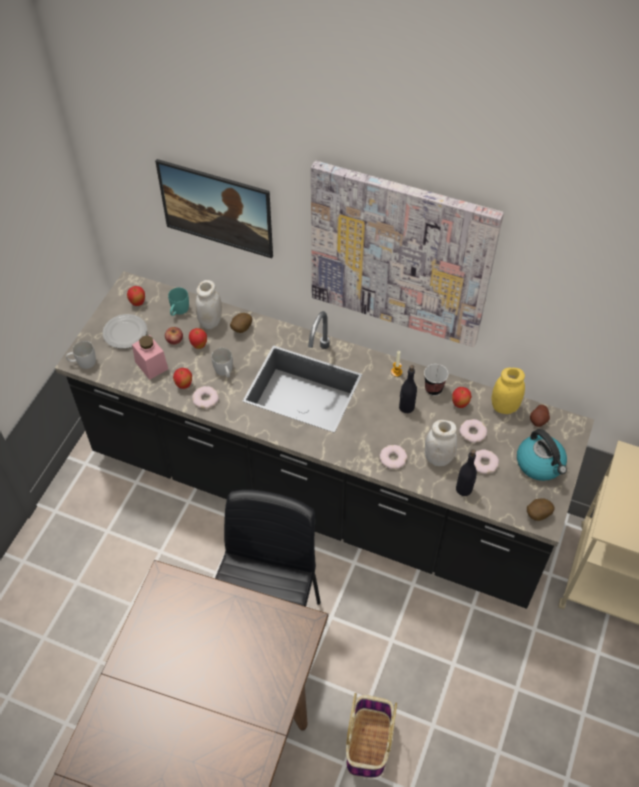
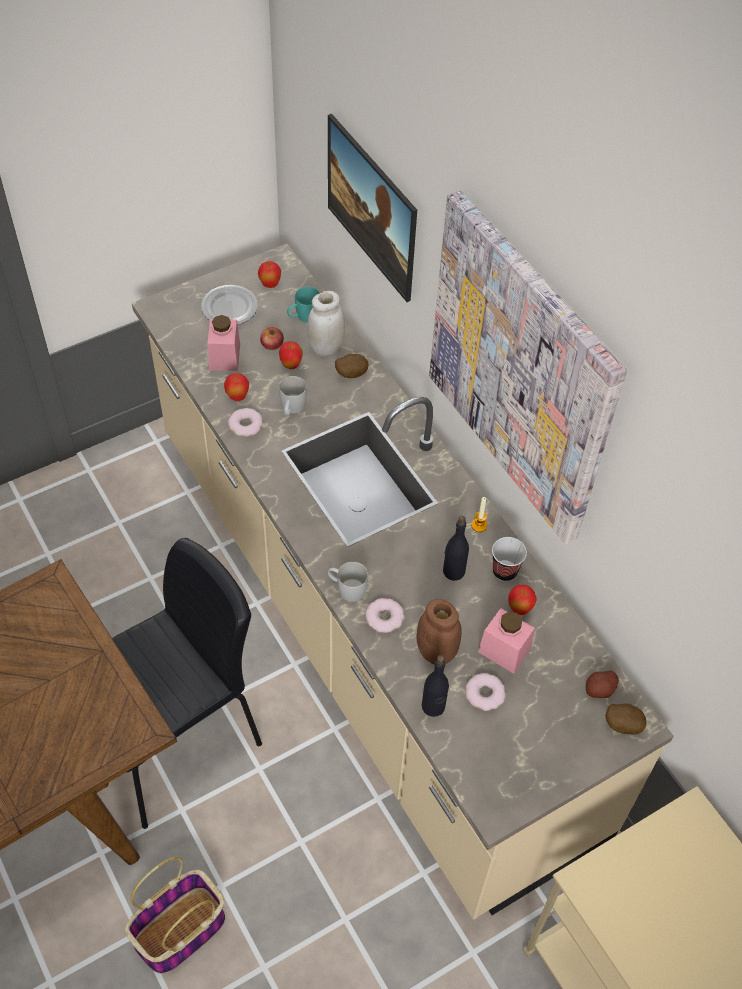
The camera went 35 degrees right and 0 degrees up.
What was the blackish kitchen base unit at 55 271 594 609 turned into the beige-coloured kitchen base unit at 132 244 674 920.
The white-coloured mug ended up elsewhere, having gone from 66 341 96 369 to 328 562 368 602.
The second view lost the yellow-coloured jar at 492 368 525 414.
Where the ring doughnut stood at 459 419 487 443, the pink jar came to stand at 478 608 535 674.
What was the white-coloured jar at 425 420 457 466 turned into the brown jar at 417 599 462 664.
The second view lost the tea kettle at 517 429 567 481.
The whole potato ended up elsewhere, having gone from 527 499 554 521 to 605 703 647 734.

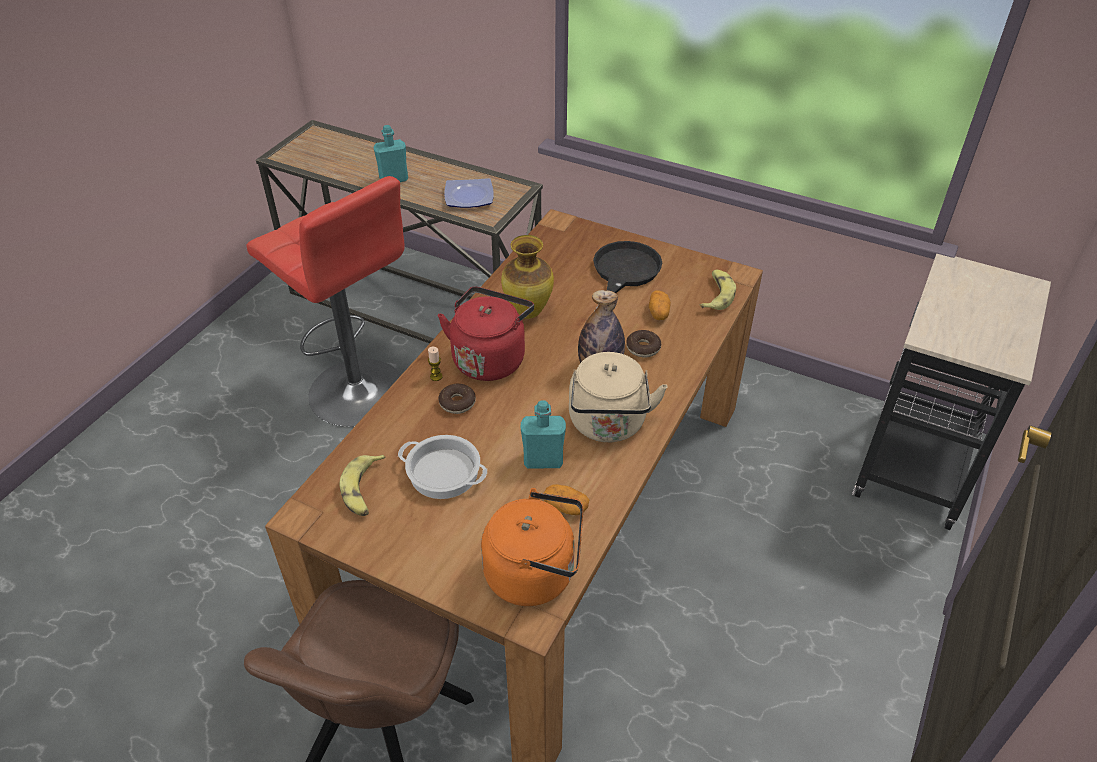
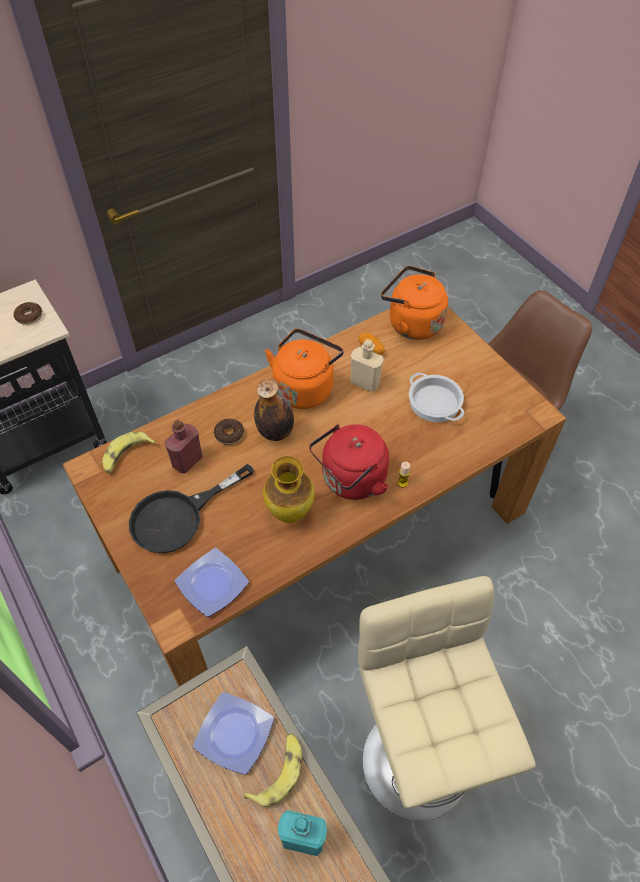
The camera went 150 degrees left and 10 degrees up.
What was the red sitting stool at 246 176 405 427 turned into the beige-coloured sitting stool at 358 576 536 821.
Where the whole potato stood at 649 291 671 320, the red beverage bottle came to stand at 165 420 203 473.
What was the beige-coloured tea kettle at 569 352 668 442 turned into the orange tea kettle at 265 329 344 409.
The ring doughnut ended up elsewhere, having gone from 438 384 476 414 to 14 302 42 325.
What was the turquoise-coloured beverage bottle at 521 400 566 469 turned into the beige-coloured beverage bottle at 351 339 383 392.
The banana ended up elsewhere, having gone from 339 455 386 516 to 244 734 302 807.
The second view gained the dinner plate at 175 548 249 617.

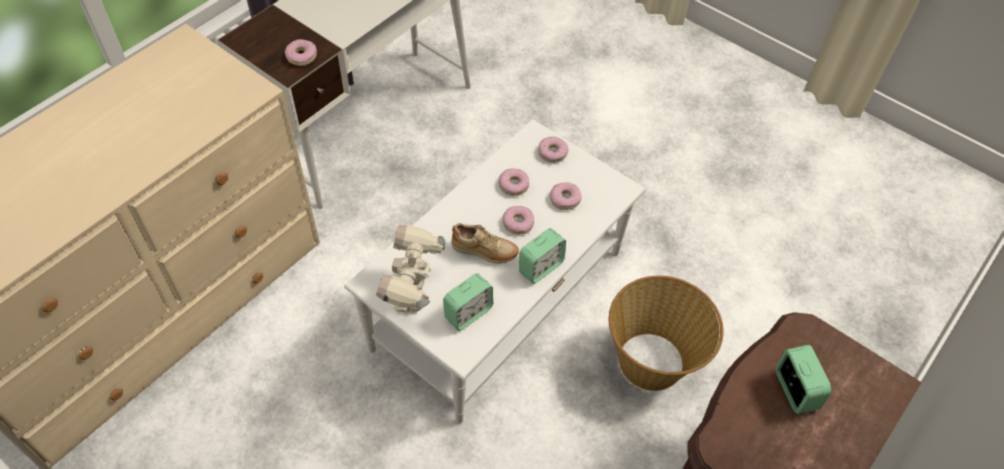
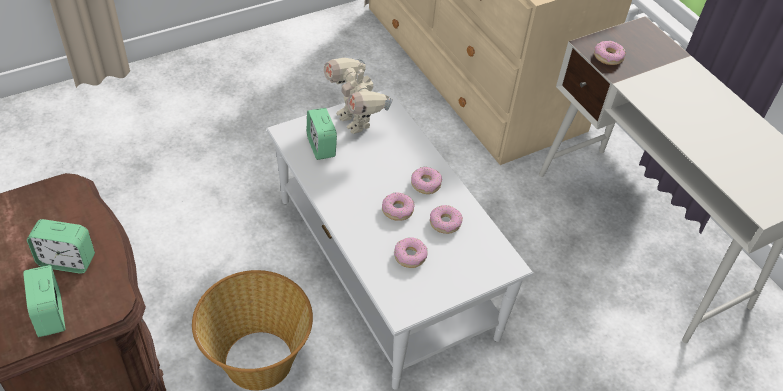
The camera went 110 degrees right and 5 degrees down.
The ring doughnut ended up elsewhere, having gone from 538 137 569 163 to 411 167 442 194.
The second view lost the beige-coloured item of footwear at 451 223 519 263.
The toy robot at 376 225 446 313 ended up facing another way, 150 degrees counterclockwise from before.
The table clock ended up elsewhere, having gone from 519 228 566 284 to 23 265 65 337.

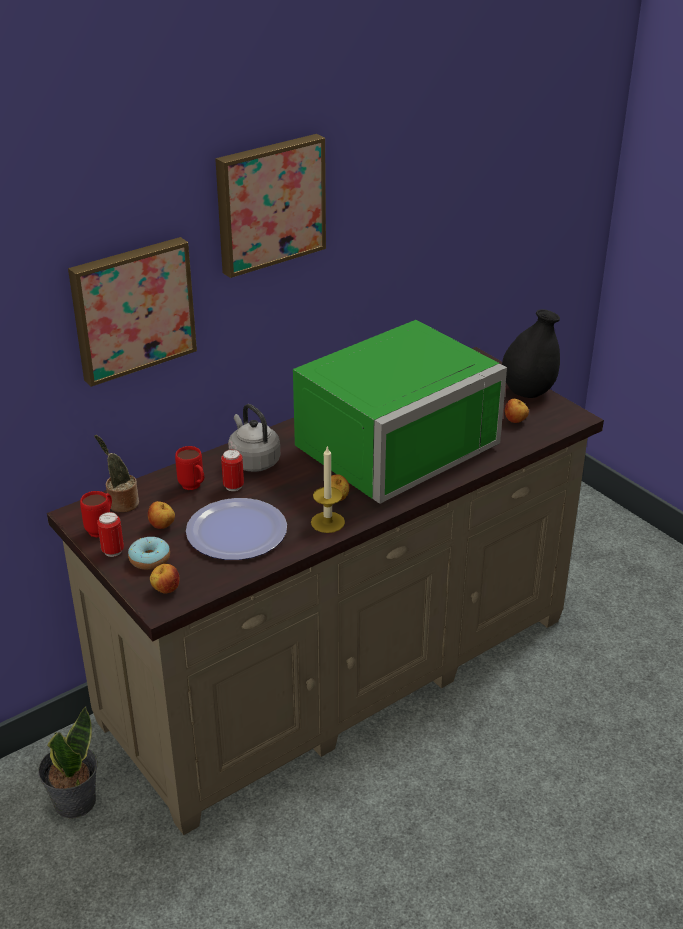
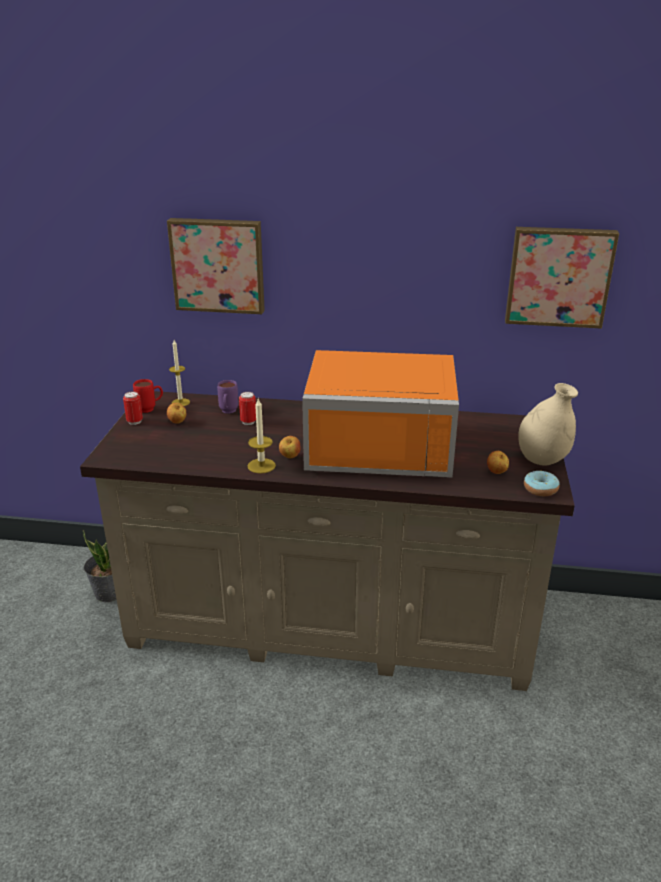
The camera went 45 degrees right and 5 degrees down.
The wall art ended up elsewhere, having gone from 215 134 326 278 to 505 227 619 329.
What was the blackish decorative vase at 502 309 560 398 turned into the beige-coloured decorative vase at 518 383 578 466.
What was the green-coloured kitchen microwave at 293 320 507 504 turned into the orange kitchen microwave at 302 350 459 478.
The second view lost the gray tea kettle at 228 404 280 472.
Where the houseplant stood at 94 435 139 513, the candle came to stand at 169 340 190 406.
What was the red mug at 175 446 204 490 turned into the purplish mug at 217 380 239 414.
The second view lost the dinner plate at 186 498 287 560.
The ring doughnut ended up elsewhere, having gone from 128 537 170 570 to 524 470 560 496.
The second view lost the whole apple at 150 564 179 594.

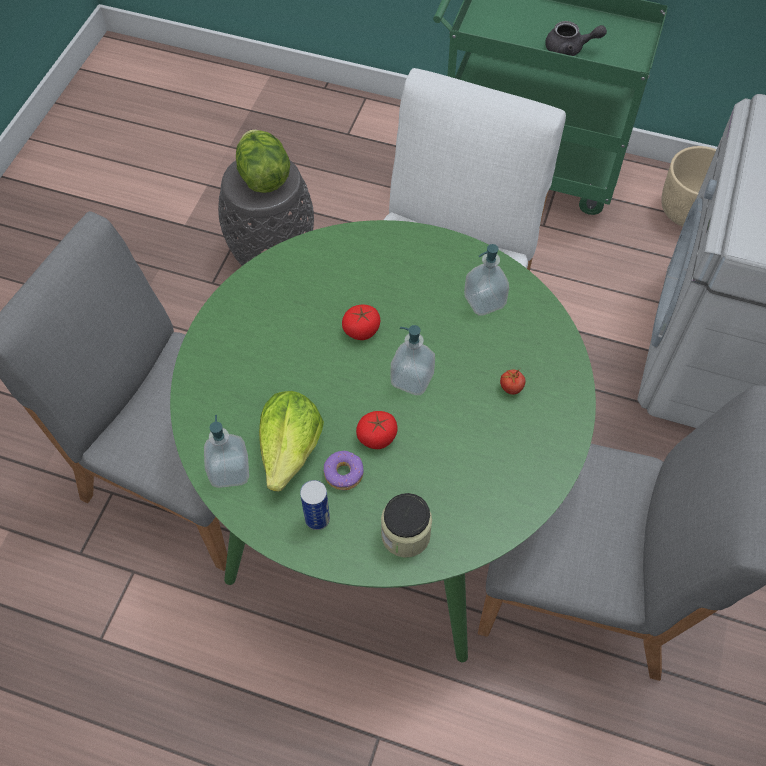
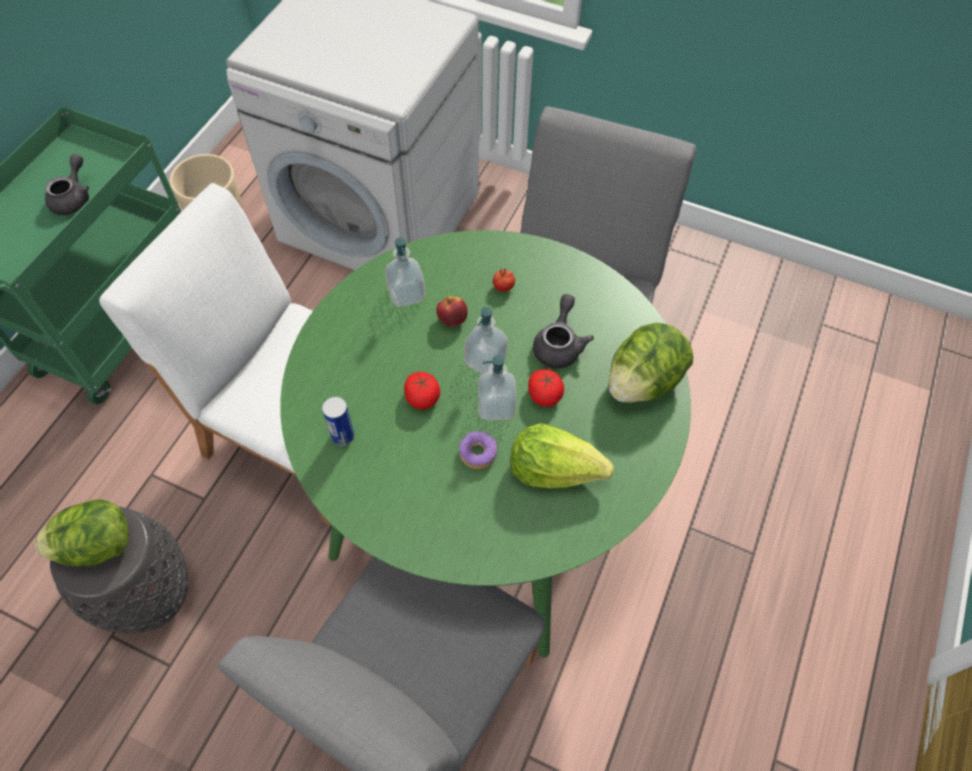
The camera went 85 degrees left and 0 degrees up.
The soap bottle ended up elsewhere, having gone from 204 415 249 488 to 478 355 517 420.
The ring doughnut ended up elsewhere, having gone from 323 451 364 490 to 459 431 497 469.
The can ended up elsewhere, having gone from 300 480 330 530 to 322 396 355 446.
Where the jar stood at 381 493 432 558, the head of lettuce came to stand at 609 323 693 403.
The second view gained the gray pot for tea at 533 294 594 368.
The second view gained the whole apple at 436 297 468 327.

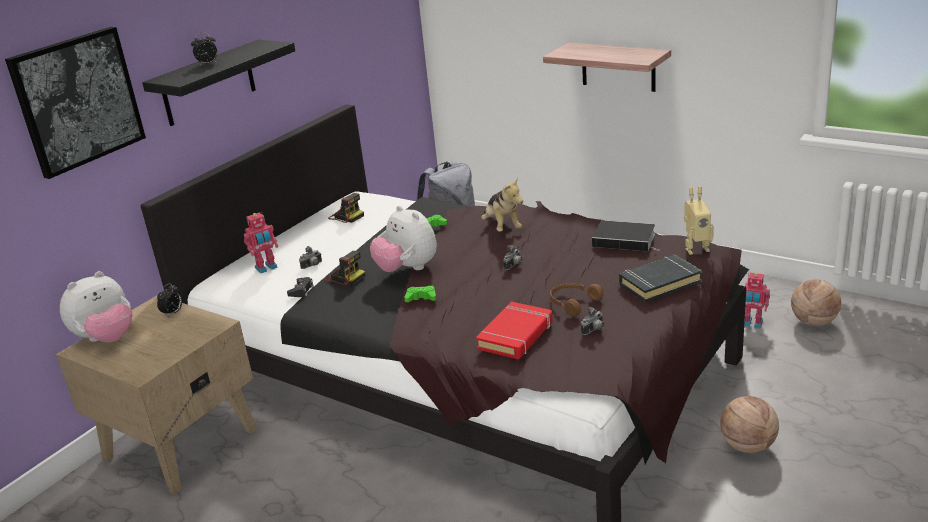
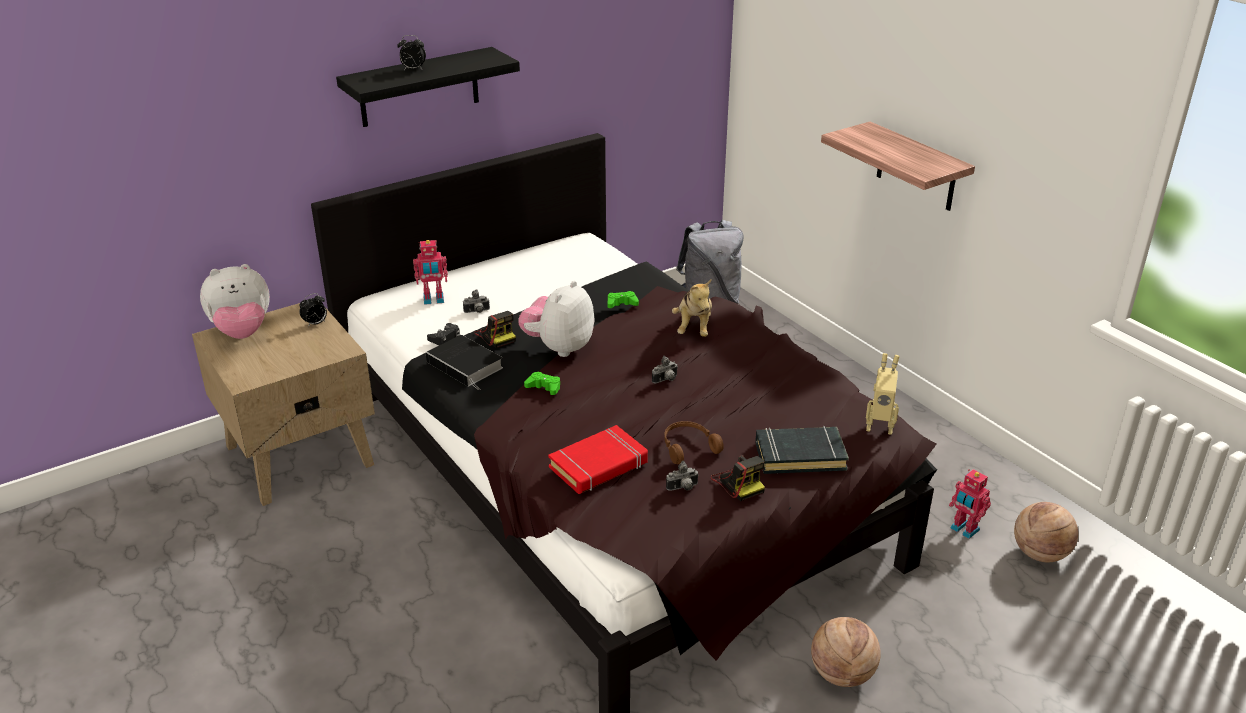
The camera went 20 degrees right and 5 degrees up.
The second view lost the wall art at 5 27 146 179.
The still camera ended up elsewhere, having gone from 328 193 364 223 to 711 455 765 501.
The soft toy at 370 206 437 272 ended up facing another way, 45 degrees clockwise from before.
The bound book ended up elsewhere, having gone from 592 220 659 251 to 425 335 503 390.

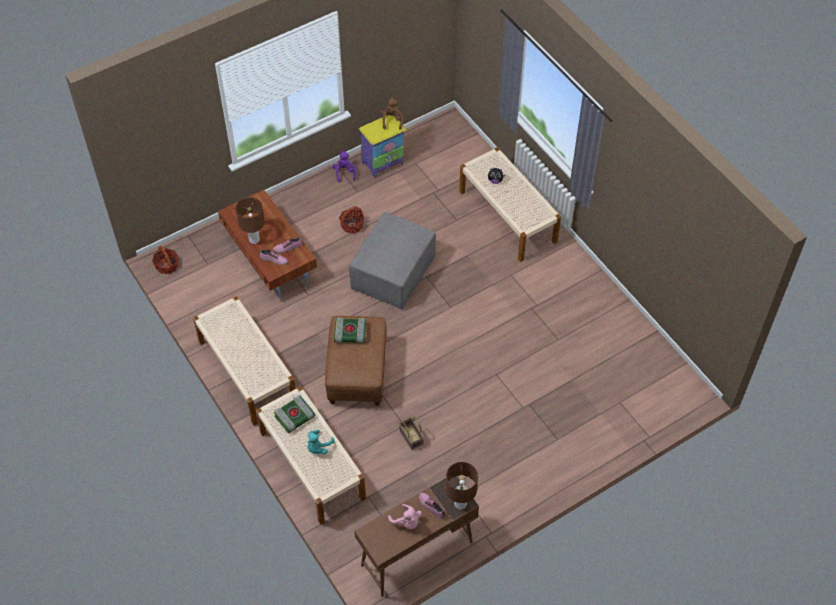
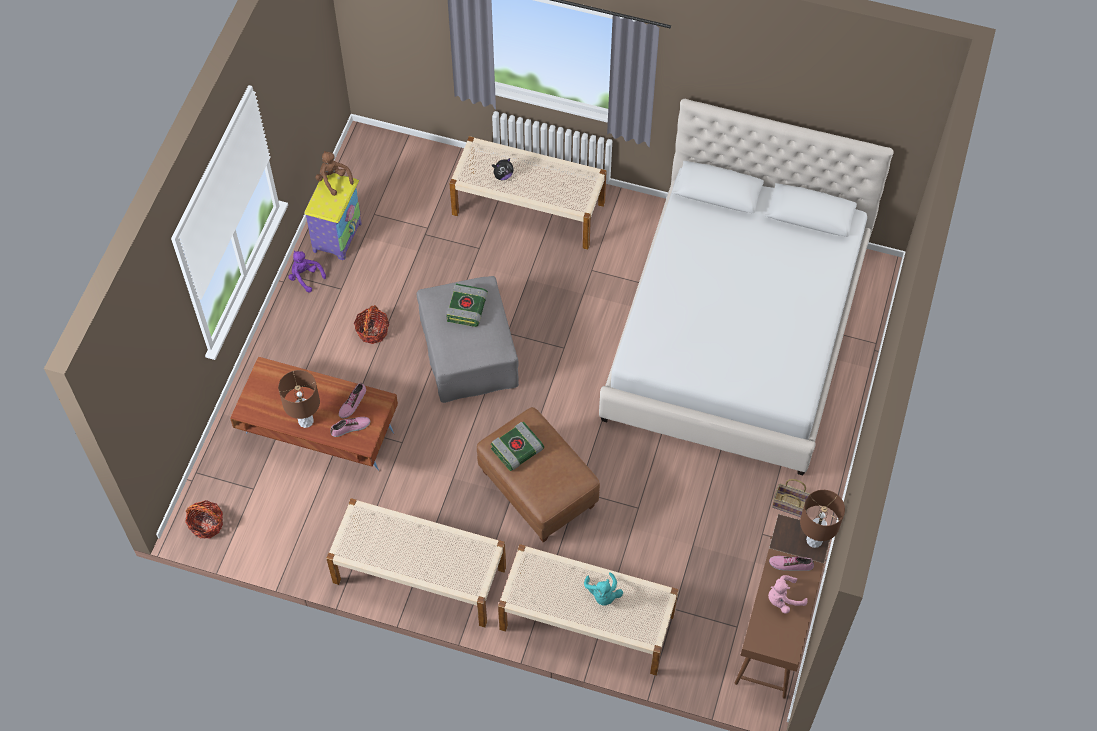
The camera went 40 degrees left and 5 degrees up.
The bound book ended up elsewhere, having gone from 274 396 315 433 to 446 283 488 327.
The basket ended up elsewhere, having gone from 399 416 424 450 to 772 479 810 517.
The pink soft toy at 388 504 422 529 ended up facing another way, 150 degrees clockwise from before.
The second view gained the white-coloured bedroom bed at 599 99 894 475.

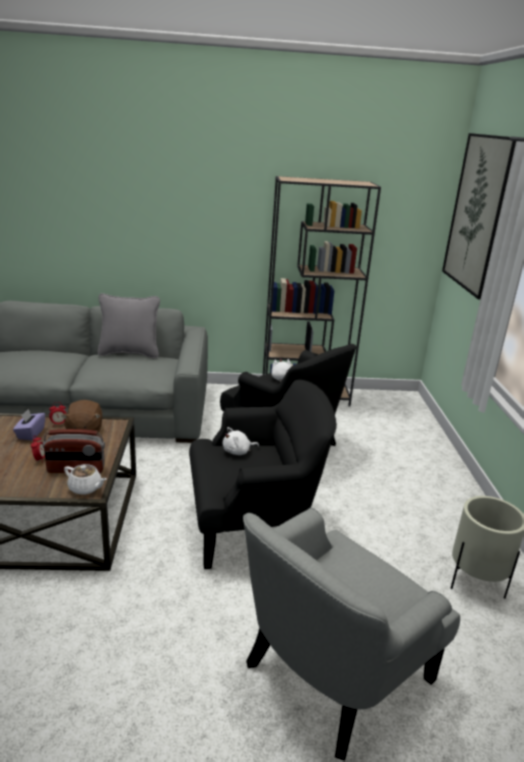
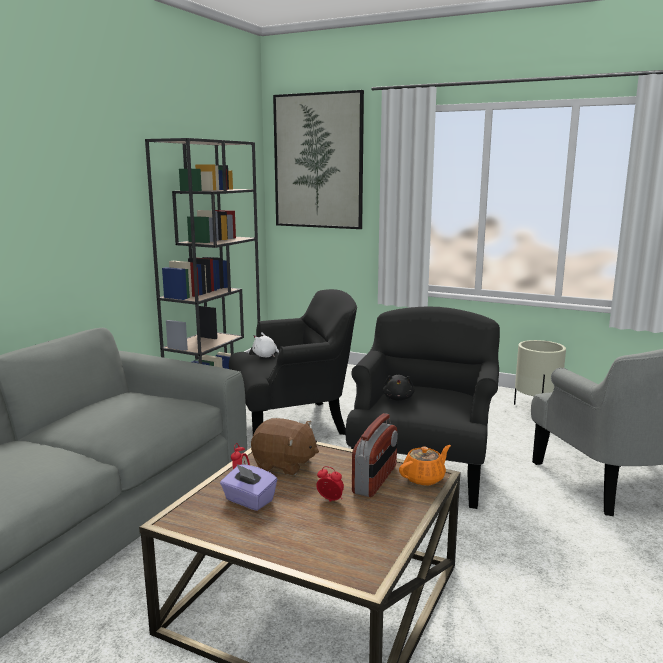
The camera went 60 degrees left and 10 degrees down.
The second view lost the gray cushion at 98 293 160 358.
What was the white-coloured soft toy at 223 427 259 455 turned into the blackish soft toy at 383 375 415 400.
What was the white-coloured pot for tea at 64 464 107 495 turned into the orange pot for tea at 399 445 451 486.

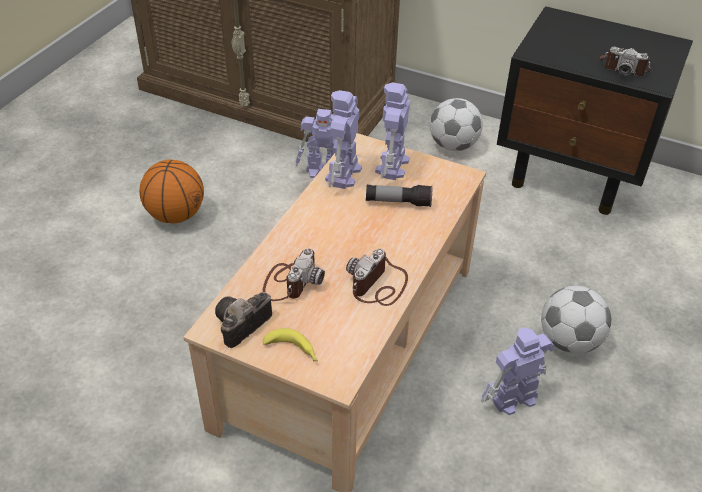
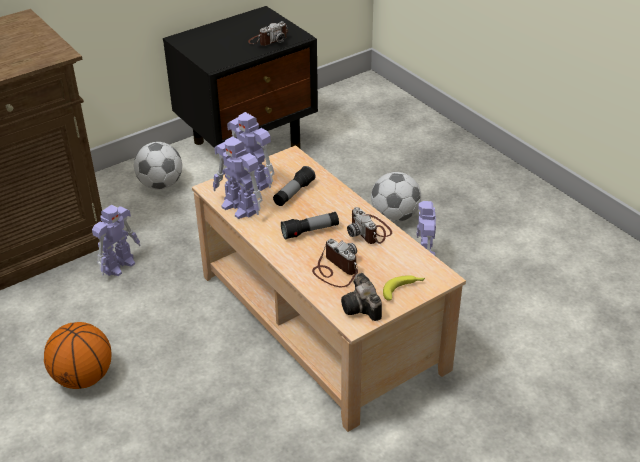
The camera went 60 degrees left and 5 degrees down.
The second view gained the hand torch at 281 212 339 240.

